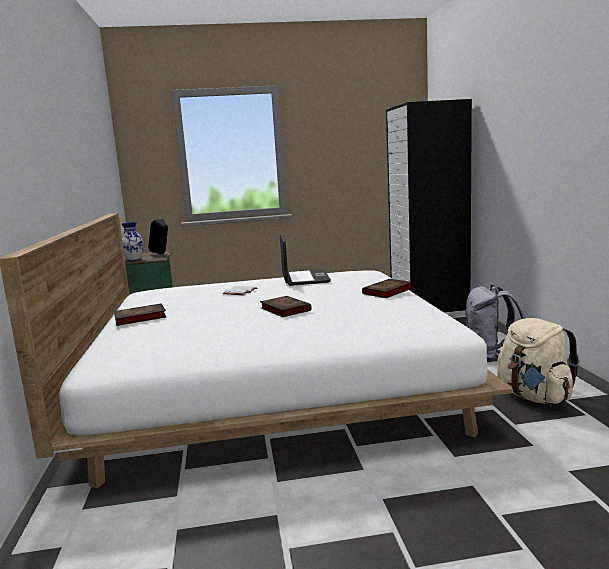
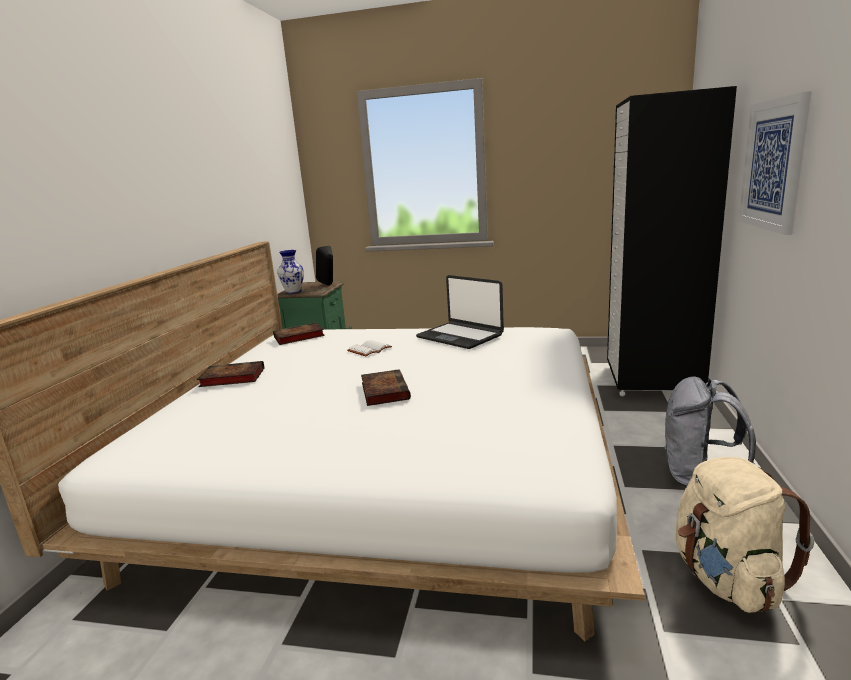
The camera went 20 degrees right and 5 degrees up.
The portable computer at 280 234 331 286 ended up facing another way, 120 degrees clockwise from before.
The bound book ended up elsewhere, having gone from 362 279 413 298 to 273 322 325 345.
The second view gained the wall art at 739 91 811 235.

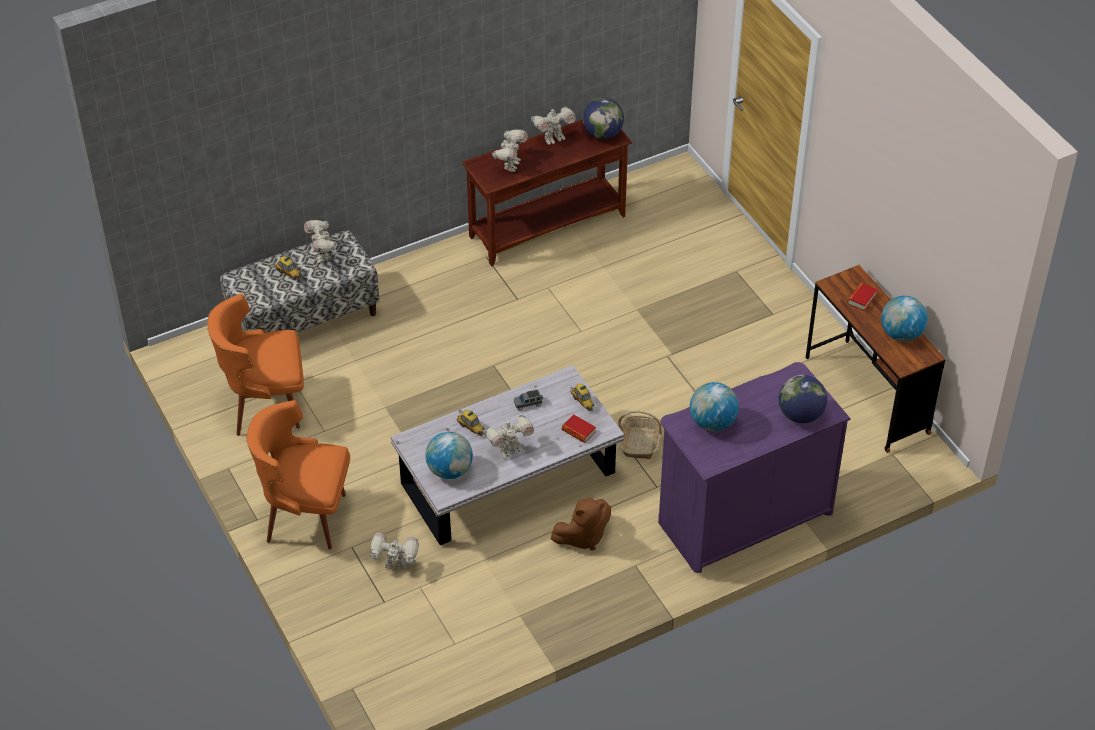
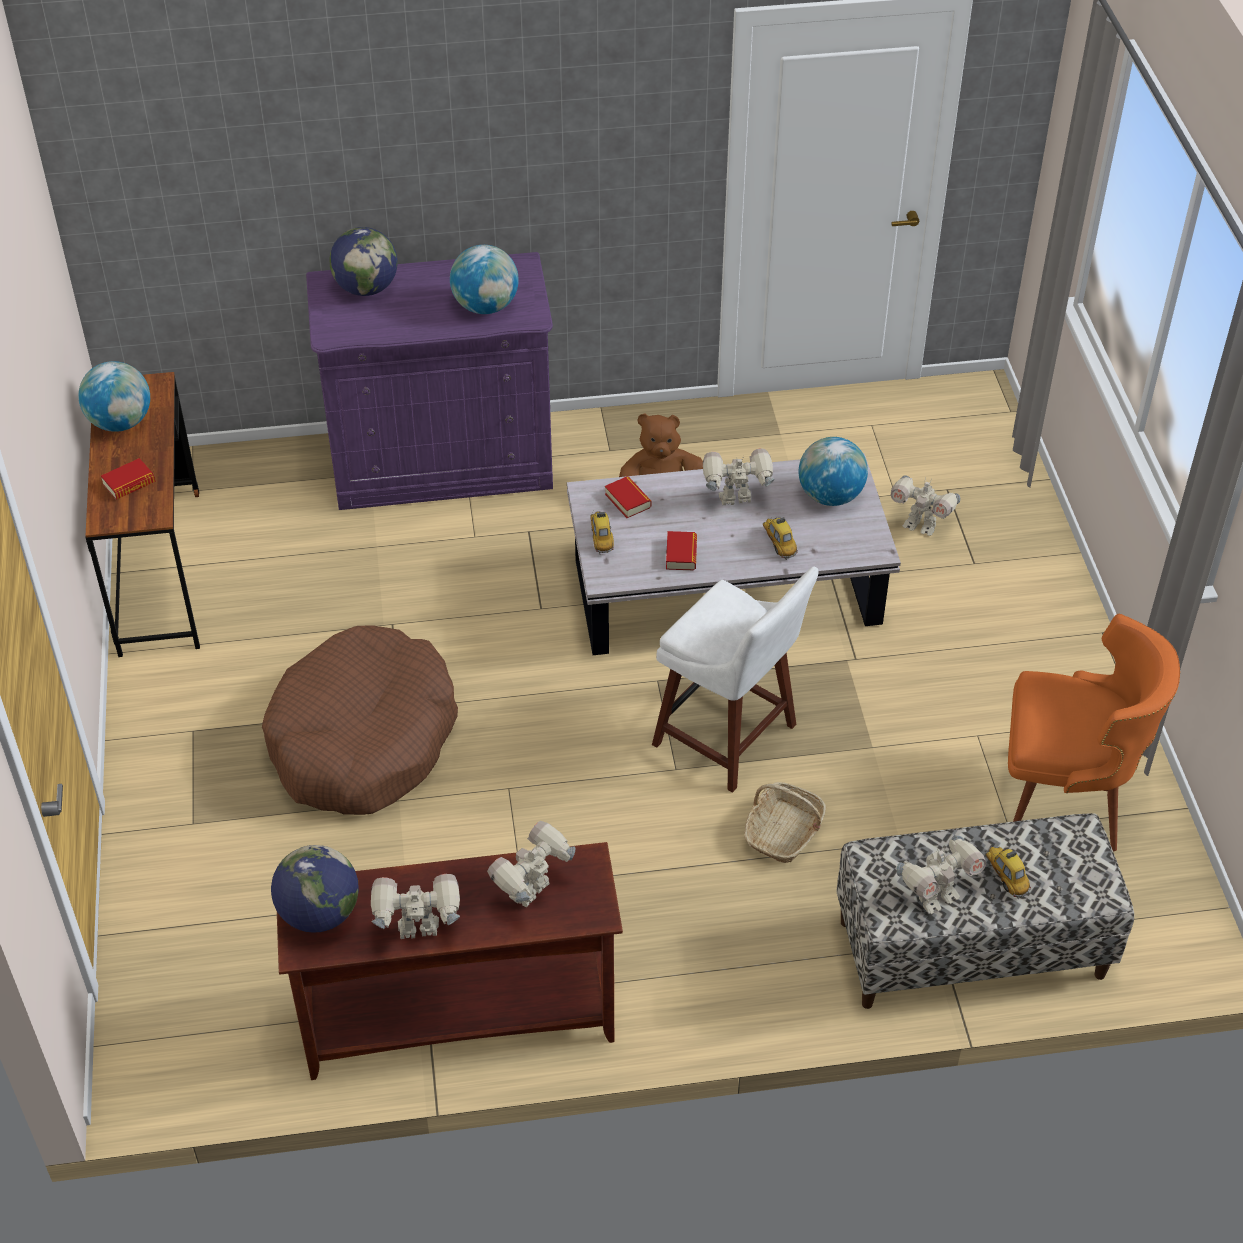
The camera went 160 degrees left and 0 degrees up.
The toy robot at 304 220 337 263 ended up facing another way, 60 degrees clockwise from before.
Where the gray toy car stood at 514 389 543 411, the bound book came to stand at 666 531 697 570.
The second view lost the orange upright chair at 247 400 350 549.
The basket ended up elsewhere, having gone from 618 411 662 459 to 744 782 826 863.
The second view gained the white-coloured upright chair at 652 567 818 793.
The second view gained the brown dog bed at 262 625 458 815.

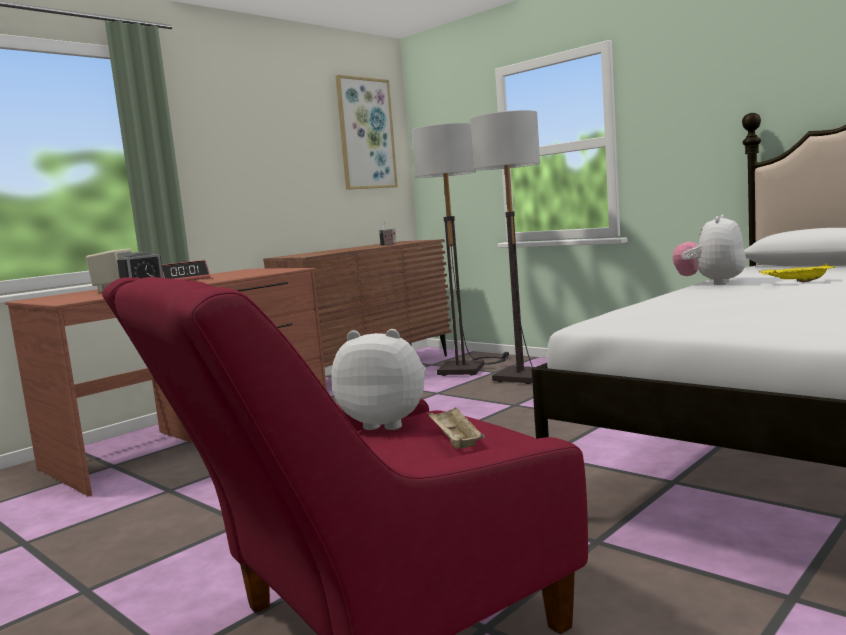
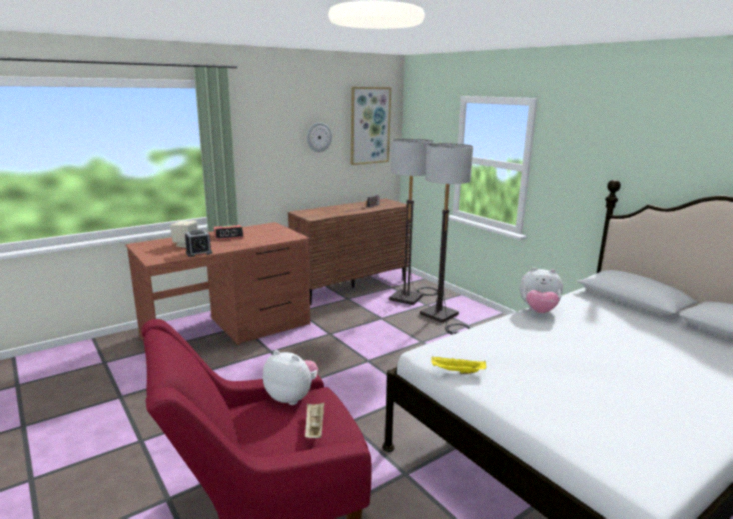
The camera went 10 degrees right and 10 degrees up.
The soft toy at 673 215 746 285 ended up facing another way, 120 degrees counterclockwise from before.
The yellow-coloured carrying tray ended up elsewhere, having gone from 759 264 835 282 to 431 356 486 374.
The second view gained the hanging clock at 307 122 332 152.

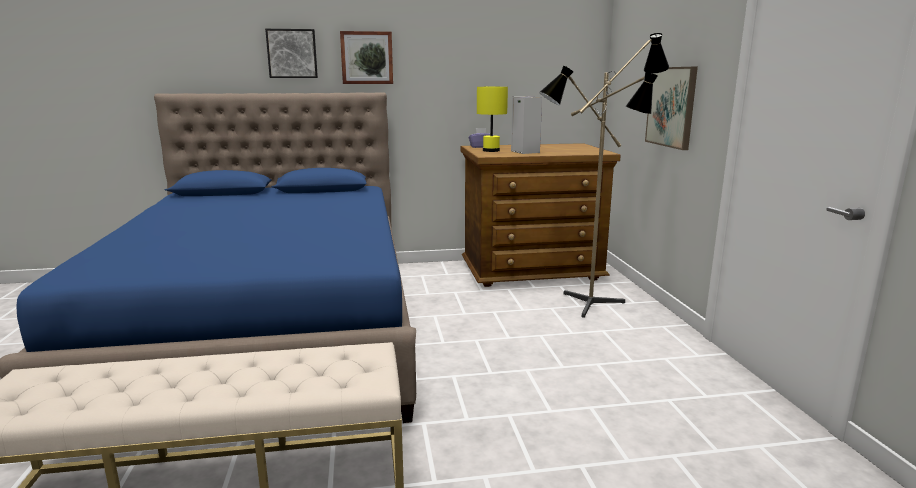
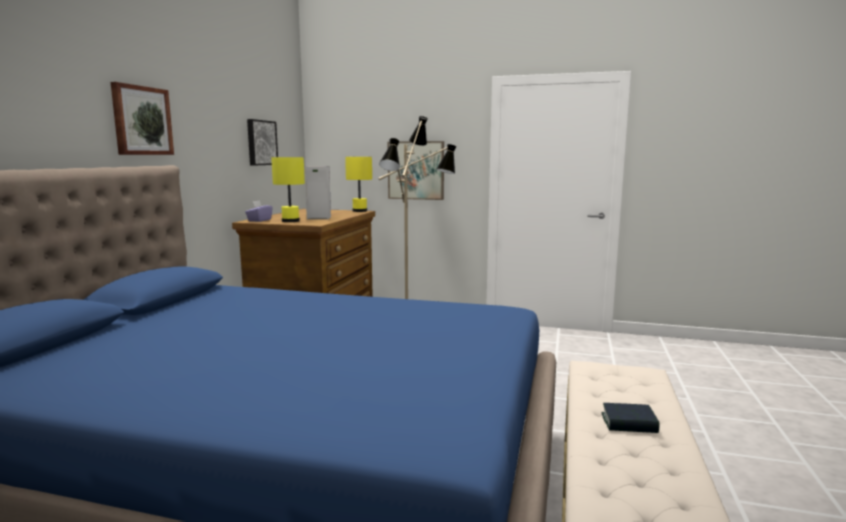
The camera went 65 degrees left and 5 degrees down.
The wall art ended up elsewhere, having gone from 265 29 318 78 to 247 119 278 165.
The second view gained the yellow-coloured table lamp at 345 157 372 212.
The second view gained the bound book at 601 403 659 433.

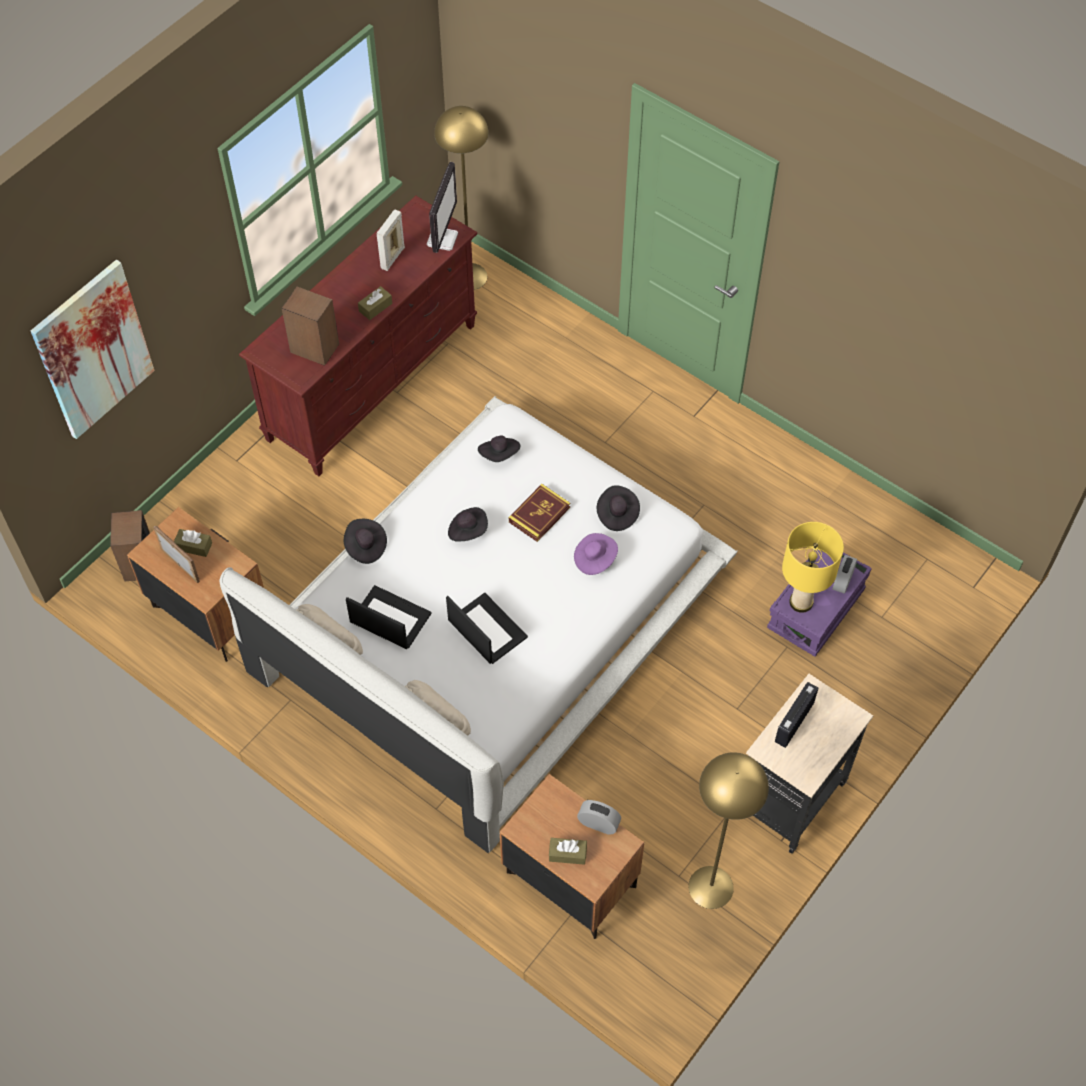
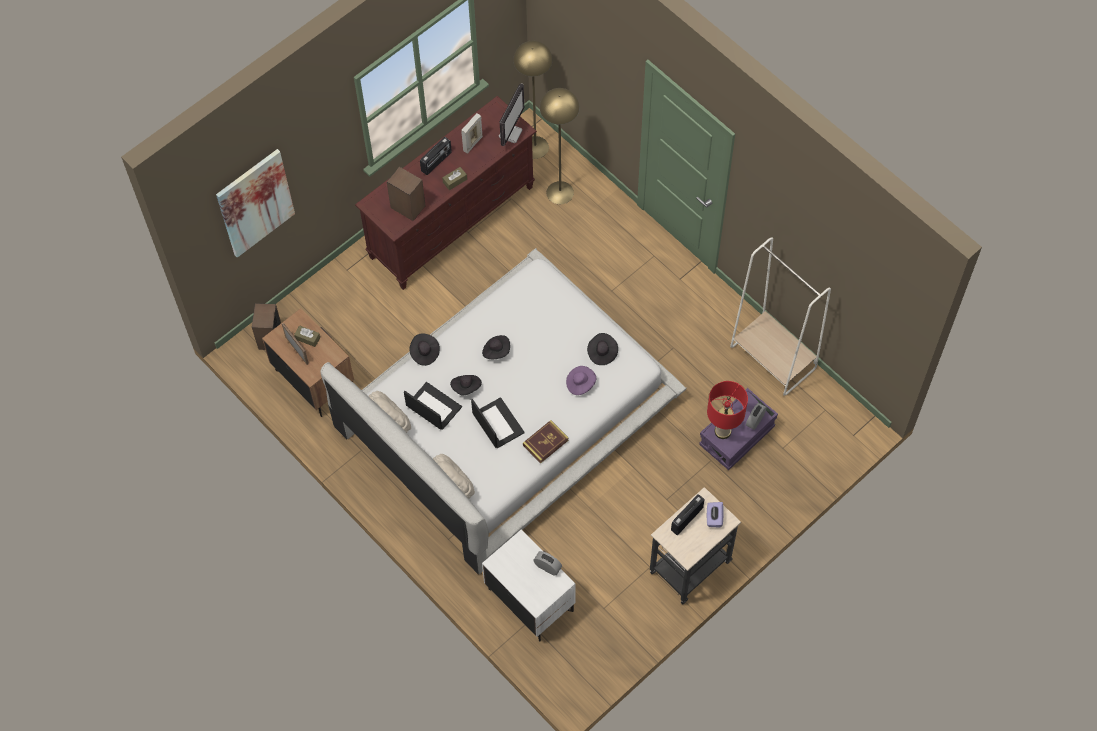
The camera went 10 degrees right and 5 degrees up.
The blackish wearable hat ended up elsewhere, having gone from 478 435 521 462 to 450 375 482 395.
The bound book ended up elsewhere, having gone from 509 484 570 542 to 523 420 569 463.
What was the yellow-coloured table lamp at 782 522 844 613 turned into the red table lamp at 707 381 748 439.
The yellow-coloured floor lamp ended up elsewhere, having gone from 688 752 769 909 to 540 88 579 204.
What was the brown nightstand at 500 774 644 939 turned into the white-coloured nightstand at 482 530 576 641.
The second view lost the brown tissue holder at 549 838 587 865.
The second view gained the radio at 420 137 452 175.
The second view gained the garment stand at 730 237 831 396.
The second view gained the purplish tissue holder at 707 502 723 528.

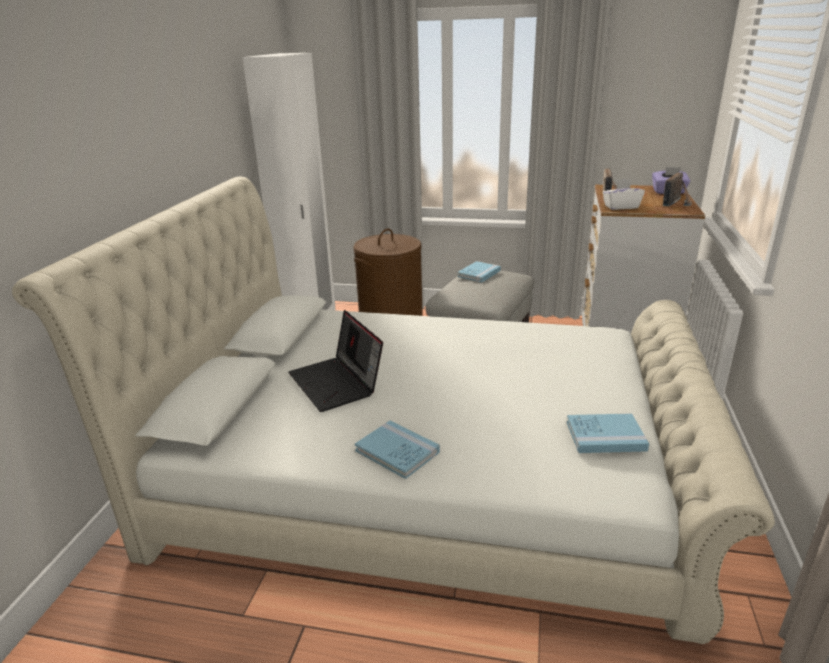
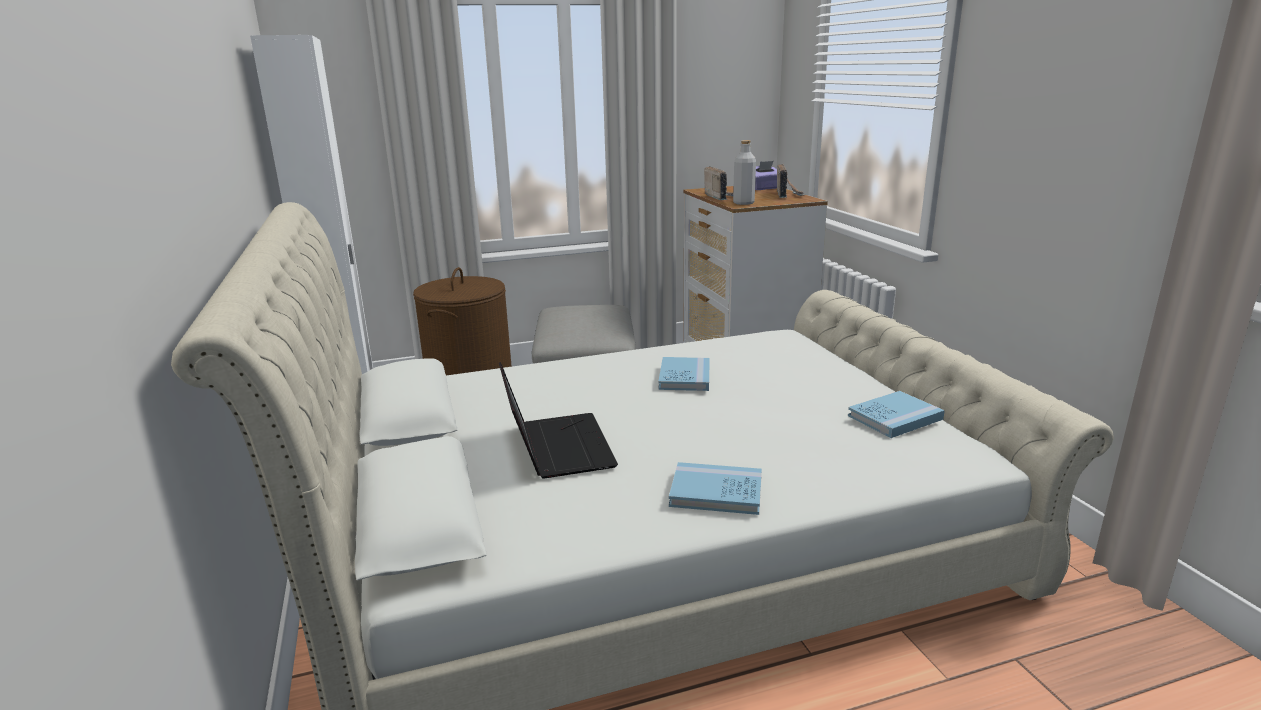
The camera went 30 degrees left and 5 degrees down.
Where the white-coloured tissue holder stood at 602 179 645 210, the gray beverage bottle came to stand at 733 140 756 205.
The blue bound book ended up elsewhere, having gone from 457 261 501 282 to 658 357 710 391.
The portable computer at 288 310 383 412 ended up facing another way, 135 degrees counterclockwise from before.

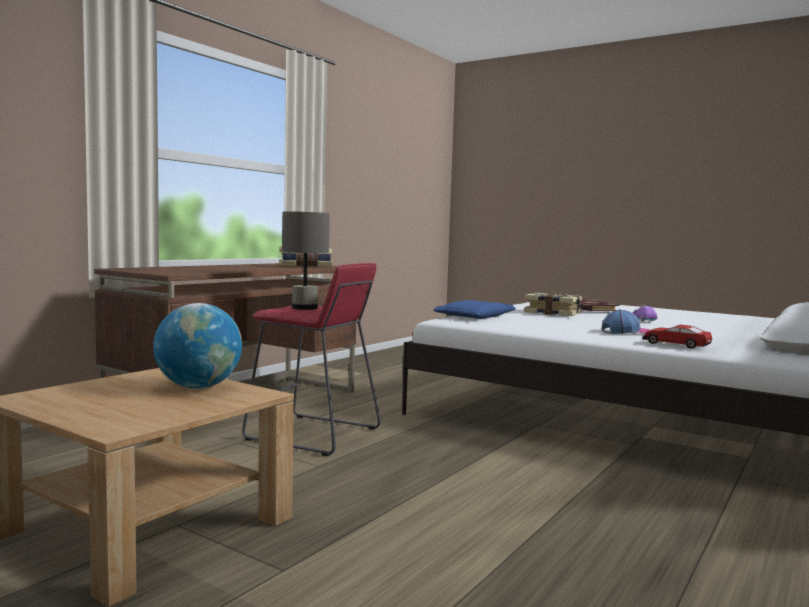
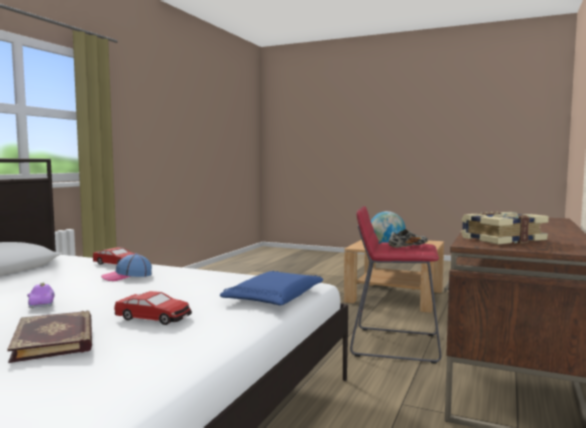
The camera went 170 degrees right and 0 degrees up.
Where the gray table lamp stood at 282 211 330 310, the item of footwear came to stand at 389 229 428 248.
Where the bound book stood at 524 293 582 316, the toy car came to stand at 114 291 192 325.

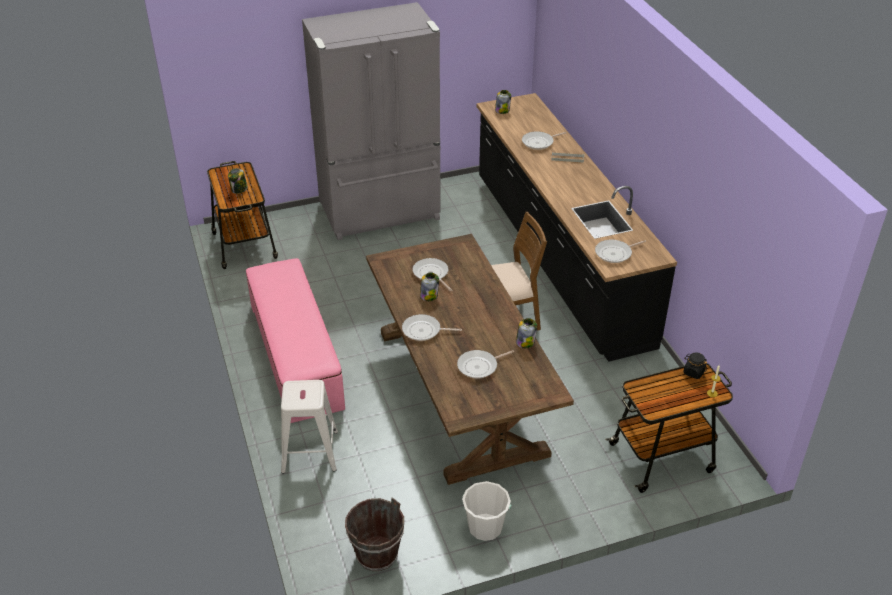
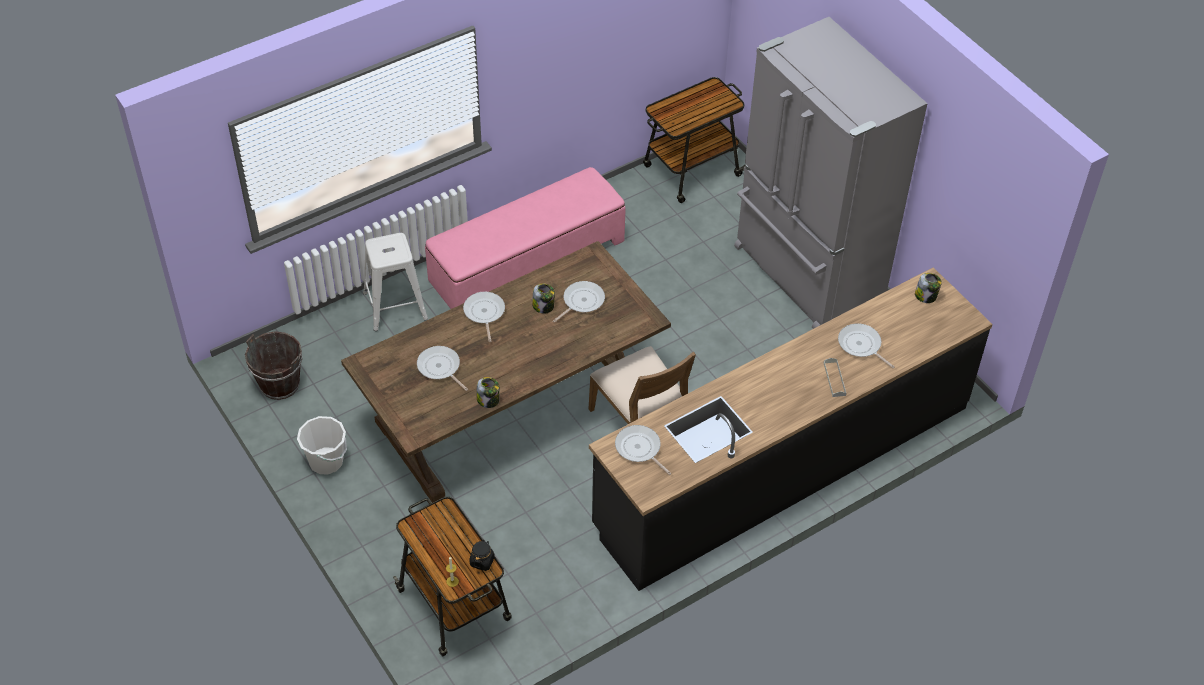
The camera went 75 degrees right and 10 degrees up.
The second view lost the jar at 228 168 248 194.

